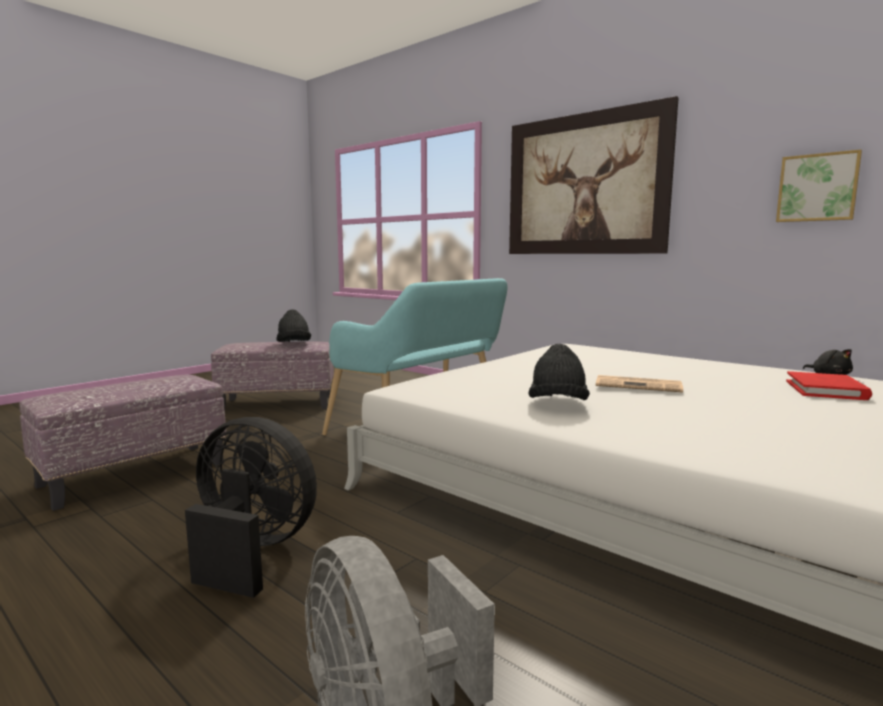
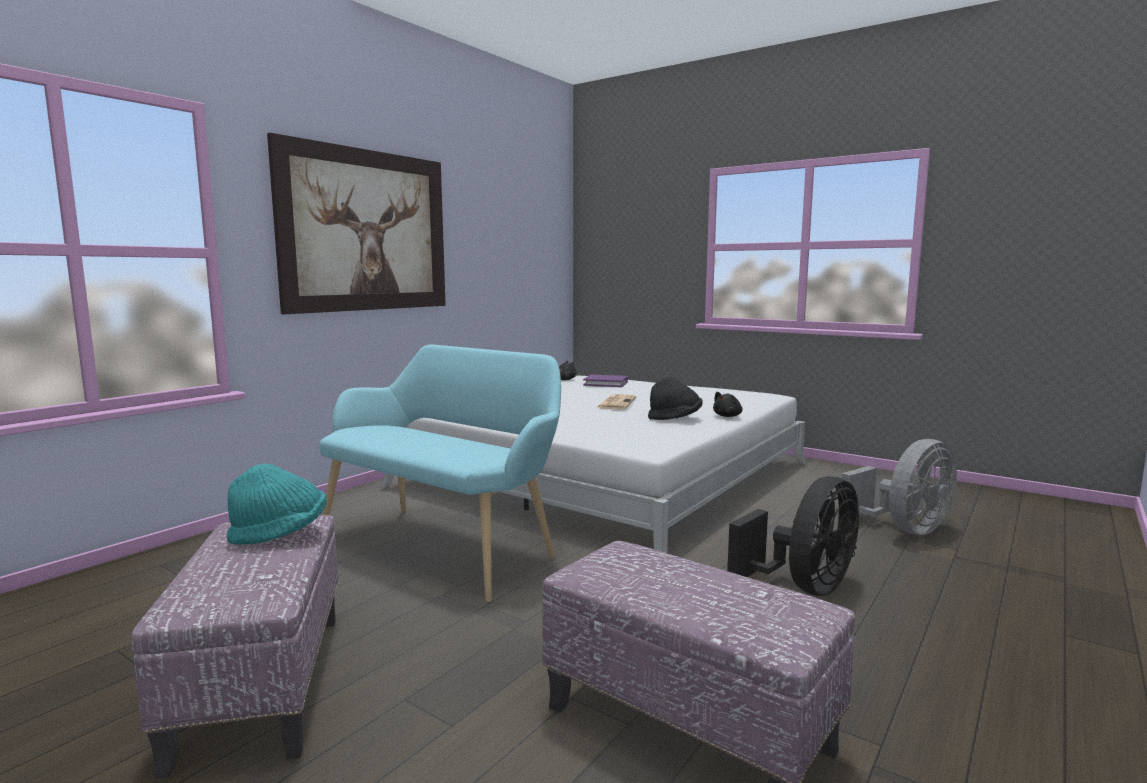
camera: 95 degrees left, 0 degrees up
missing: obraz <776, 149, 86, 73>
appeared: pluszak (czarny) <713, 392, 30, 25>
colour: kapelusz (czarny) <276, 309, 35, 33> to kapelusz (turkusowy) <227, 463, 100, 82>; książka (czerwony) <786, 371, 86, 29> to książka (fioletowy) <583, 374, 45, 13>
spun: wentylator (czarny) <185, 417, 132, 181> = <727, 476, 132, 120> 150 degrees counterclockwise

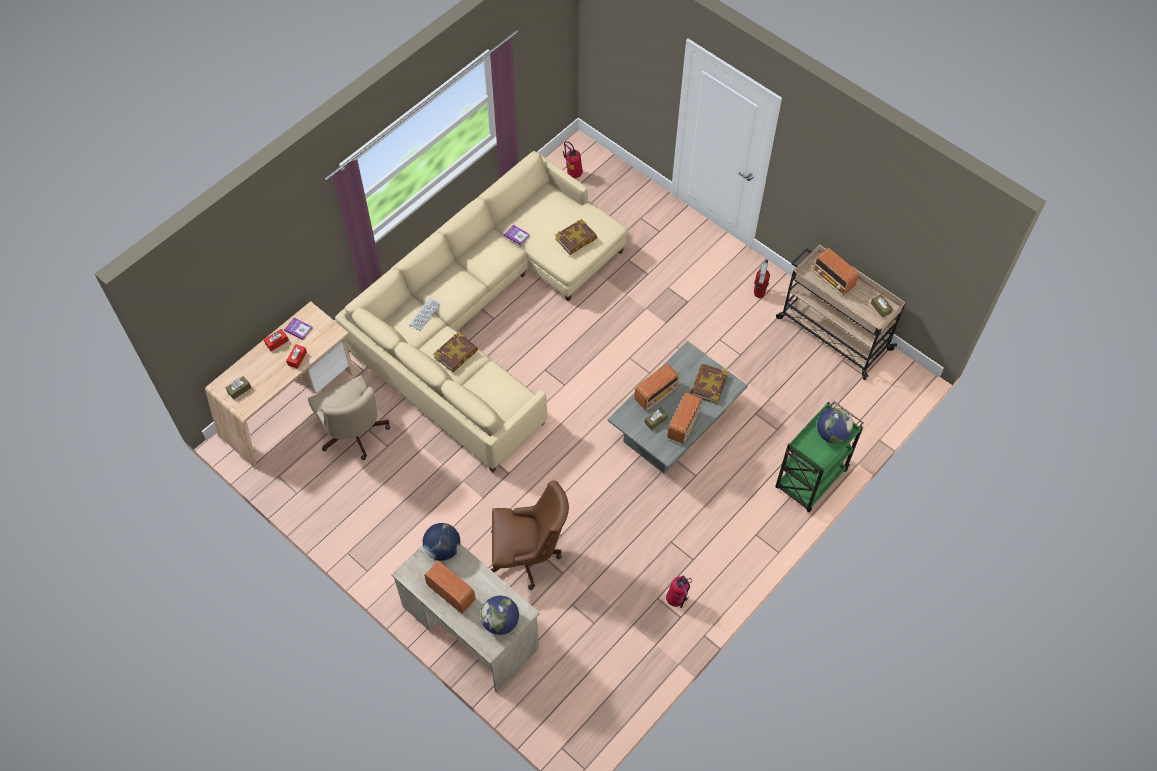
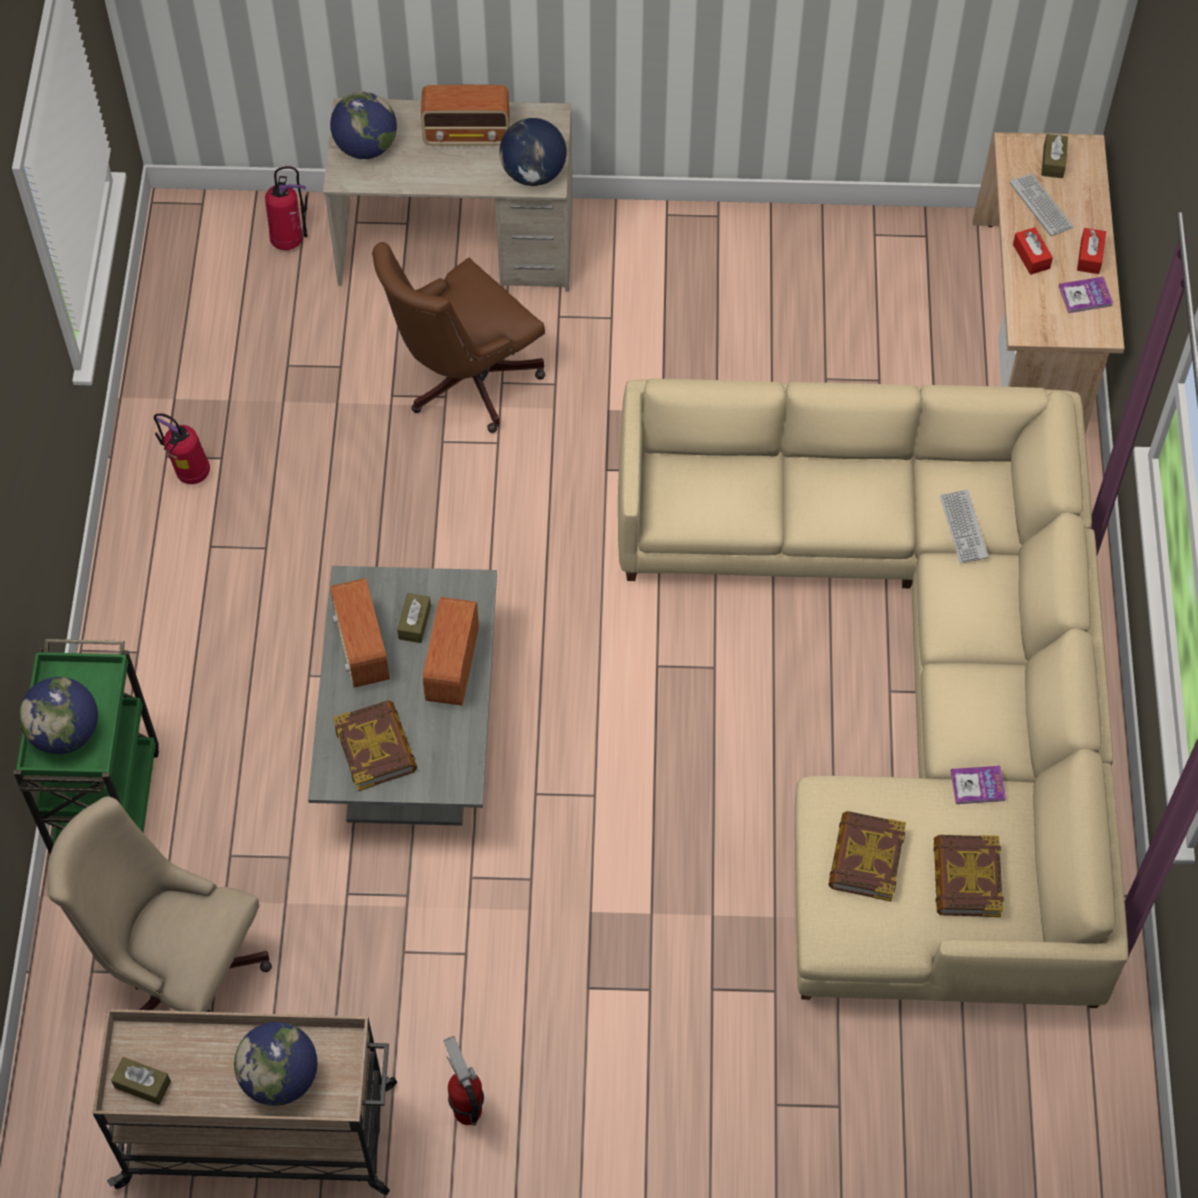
camera: 140 degrees right, 0 degrees up
appeared: klawiatura <1009, 173, 65, 63>
relocated: krzesło biurowe (beżowy) <308, 375, 83, 85> to <47, 796, 225, 216>; książka <433, 332, 45, 40> to <933, 835, 71, 82>; gaśnica <563, 141, 20, 37> to <265, 166, 43, 84>
exchanged: radio <813, 248, 46, 48> to globus <234, 1022, 84, 84>

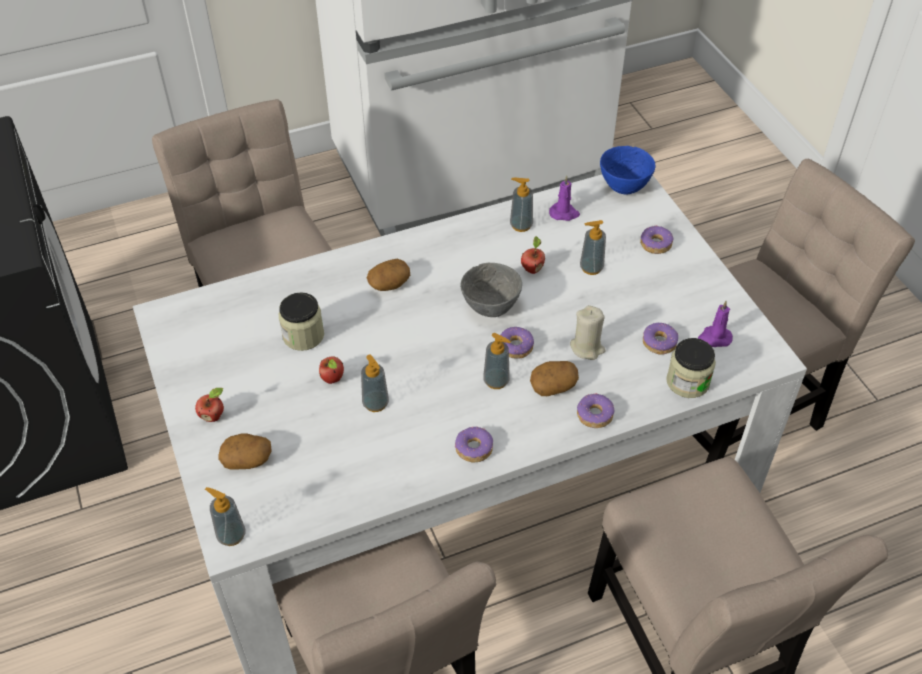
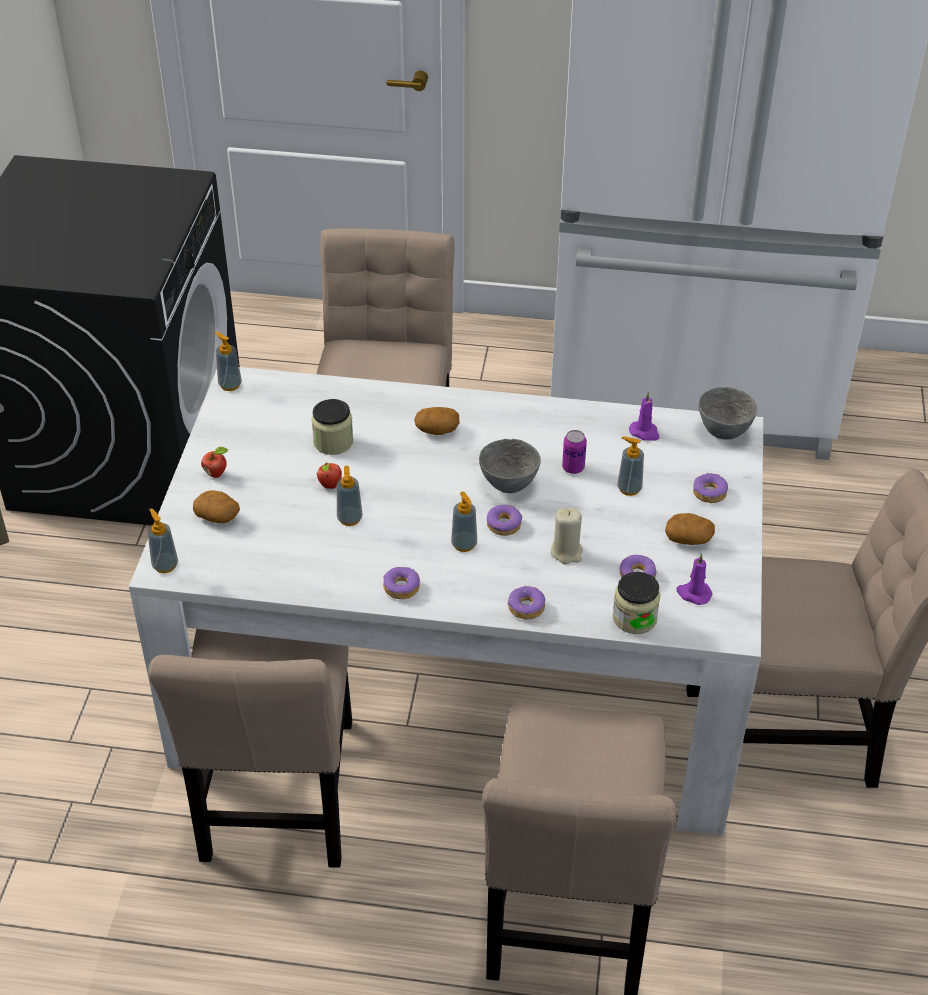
camera: 30 degrees right, 5 degrees down
relocated: dozownik mydła <510, 178, 23, 54> to <215, 332, 27, 59>; ziemniak <530, 361, 49, 35> to <665, 513, 50, 32>
exchanged: jabłko <521, 236, 24, 38> to puszka <562, 430, 25, 44>
colour: miska (niebieski) <600, 146, 56, 49> to miska (szary) <699, 387, 58, 53>

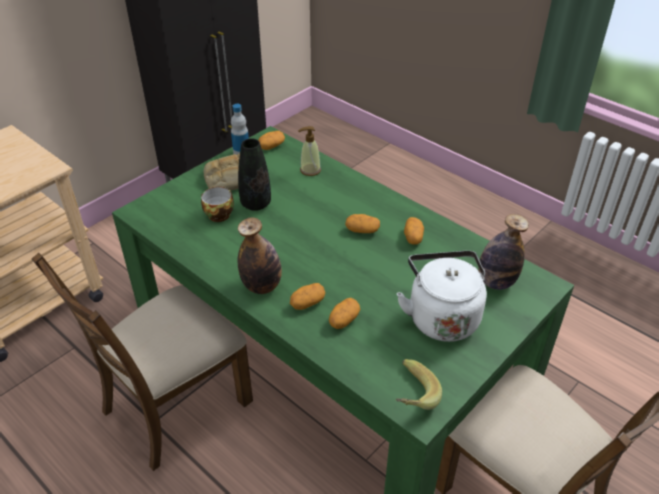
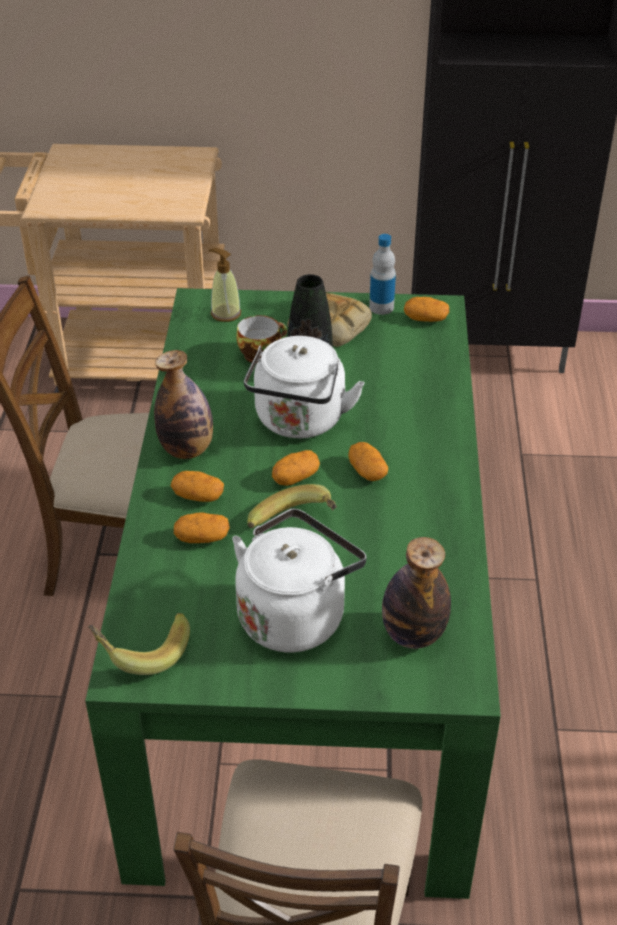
camera: 50 degrees right, 0 degrees up
appeared: czajnik (biały) <244, 336, 121, 102>; banan <247, 484, 90, 44>
relocated: dozownik mydła <298, 126, 23, 50> to <209, 248, 32, 74>; ziemniak <404, 217, 20, 28> to <272, 450, 48, 36>

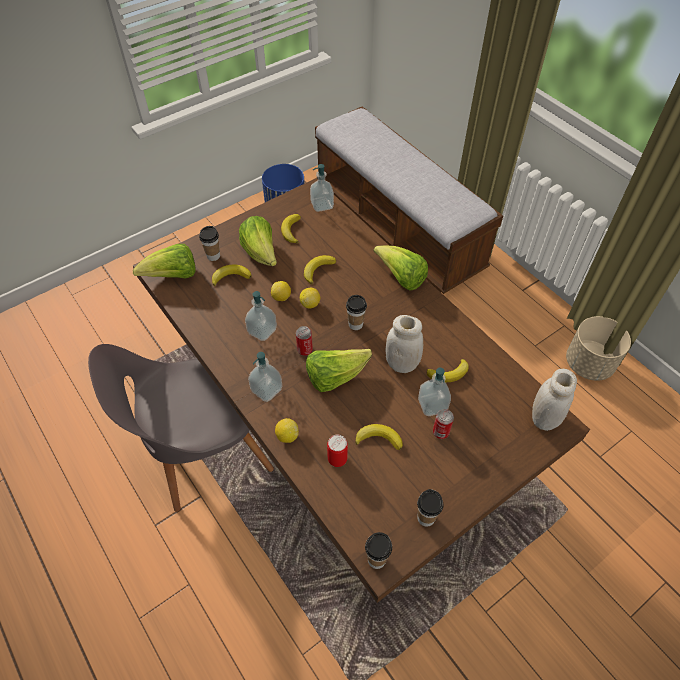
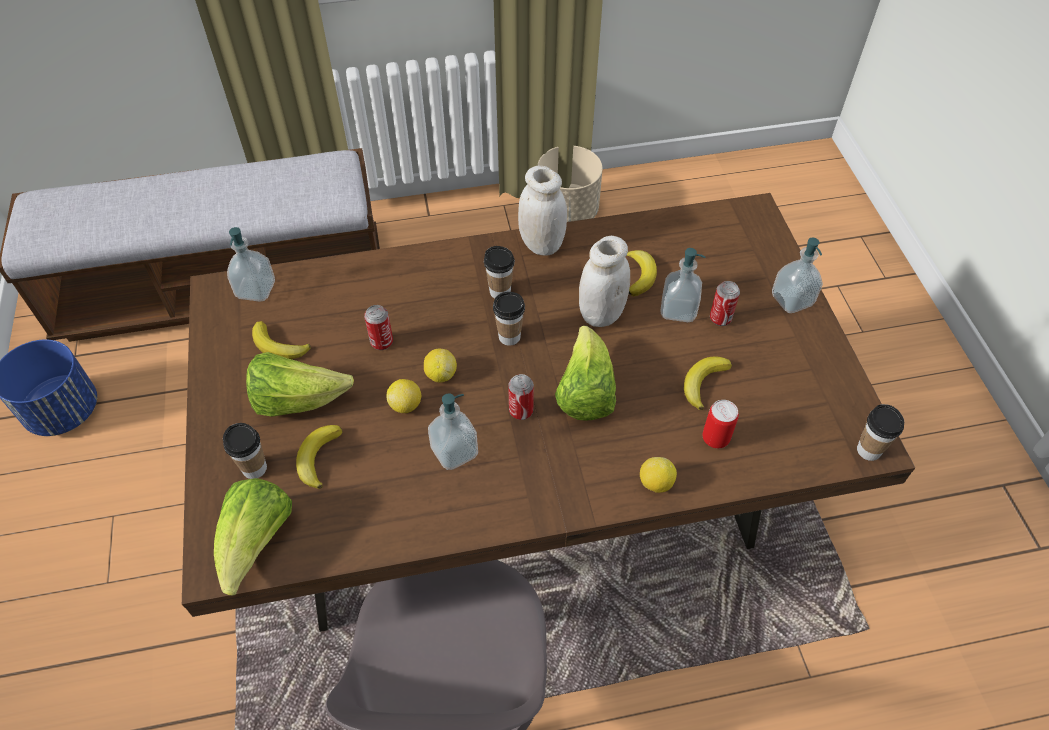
camera: 65 degrees left, 0 degrees up
missing: sałata <374, 246, 54, 44>
relocated: dozownik mydła <248, 352, 34, 50> to <772, 237, 51, 76>; filiżanka <417, 489, 26, 38> to <484, 246, 31, 52>; słoik (biały) <532, 369, 45, 62> to <518, 166, 49, 90>
exchanged: banan <304, 255, 32, 29> to puszka <364, 305, 29, 45>

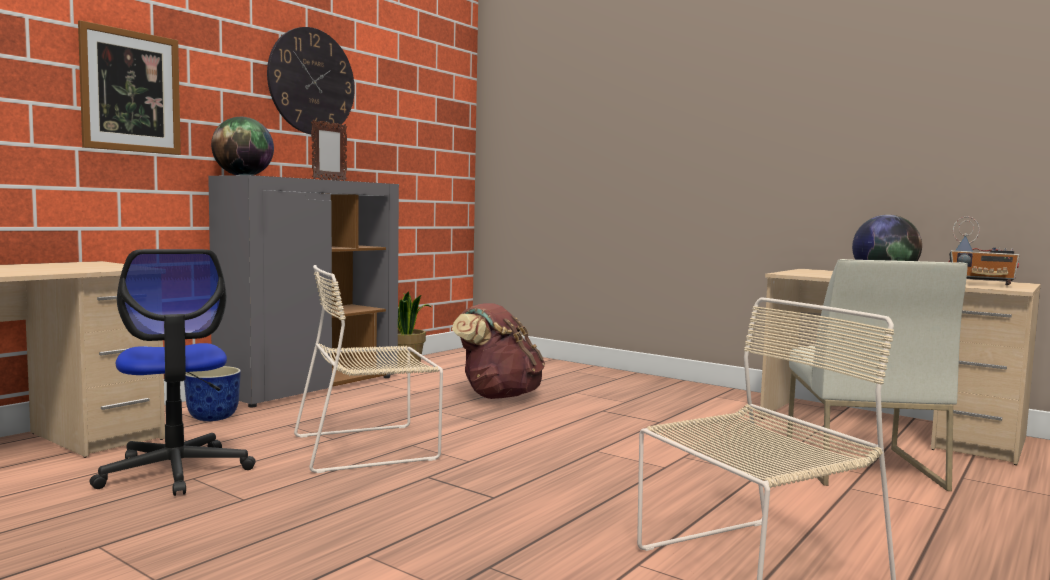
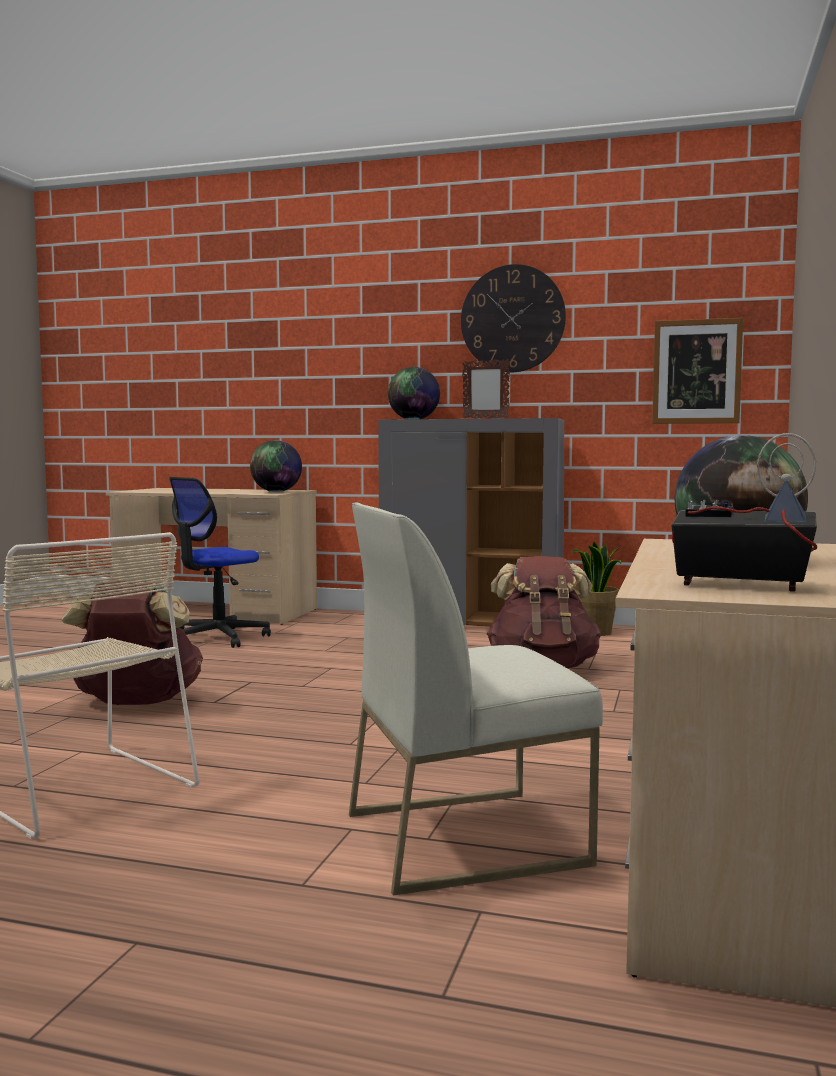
camera: 70 degrees right, 0 degrees up
missing: donica <184, 366, 57, 55>; krzesło (beżowy) <294, 265, 149, 208>
appeared: plecak (brązowy) <61, 581, 142, 124>; globus <250, 440, 52, 52>
relocated: obraz <78, 20, 103, 135> to <652, 318, 91, 106>
spun: radio <948, 216, 71, 69> = <672, 433, 145, 159> 105 degrees clockwise

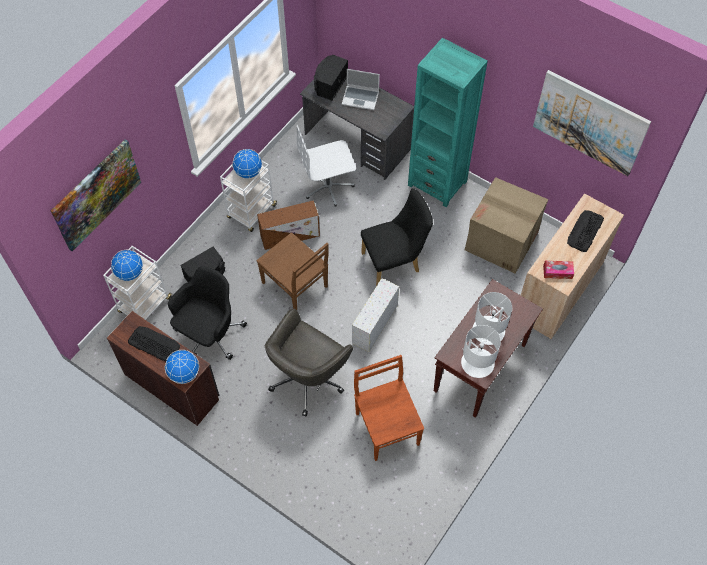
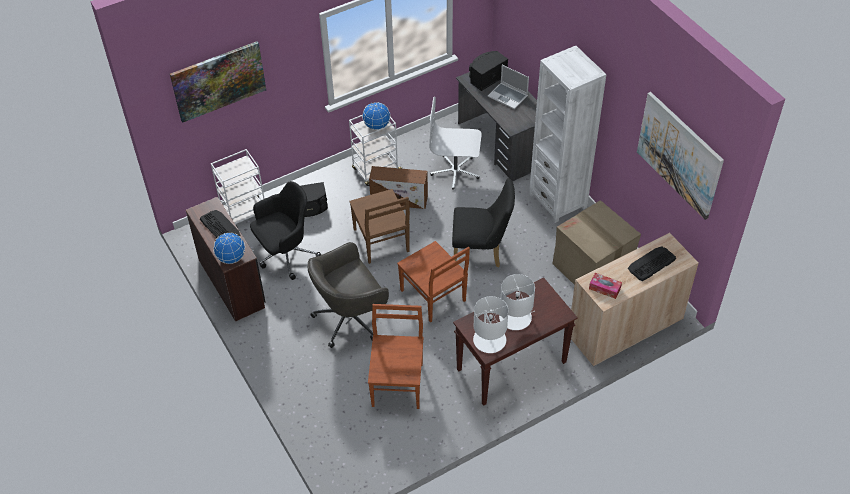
camera: 25 degrees right, 10 degrees down
missing: globus <111, 250, 32, 31>
exchanged: pojemnik do przechowywania (biały) <352, 278, 47, 74> to krzesło (brązowy) <397, 241, 73, 82>
colour: regał (turkusowy) <408, 38, 80, 169> to regał (biały) <529, 46, 77, 177>

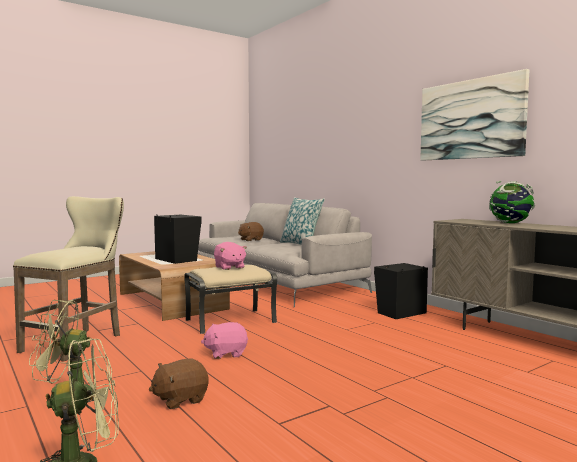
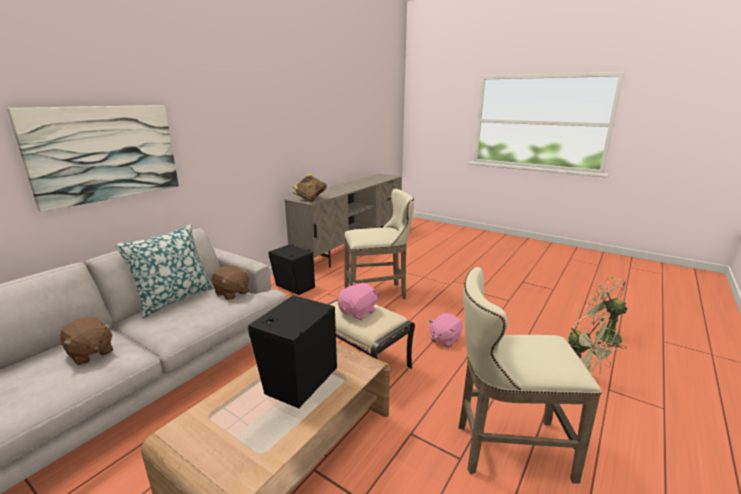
camera: 110 degrees left, 15 degrees up
missing: globus <489, 181, 47, 42>
appeared: książka <293, 173, 34, 29>; stołek (beżowy) <344, 189, 70, 110>
relocated: pluszak (brązowy) <149, 358, 60, 51> to <211, 266, 38, 34>; obraz <420, 69, 109, 92> to <7, 105, 172, 107>
spun: pluszak (różowy) <201, 322, 47, 37> = <429, 313, 34, 34> 75 degrees clockwise

